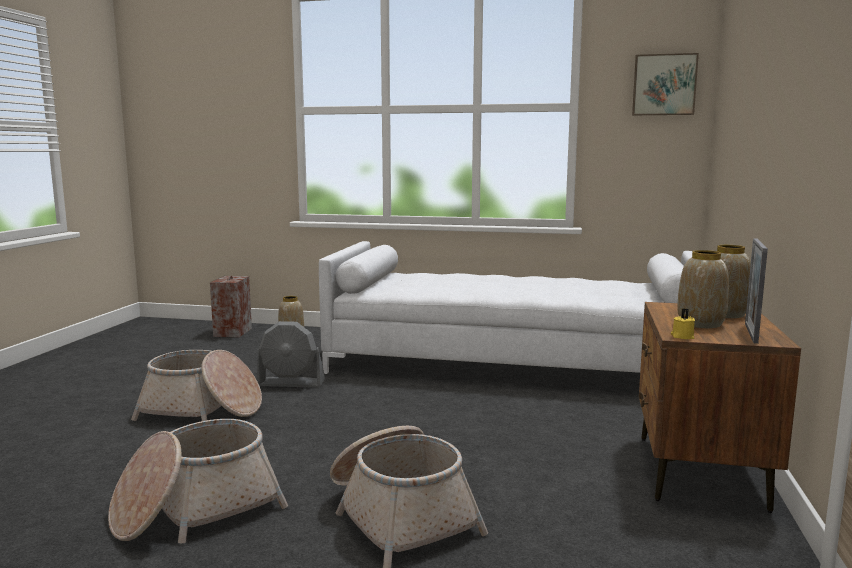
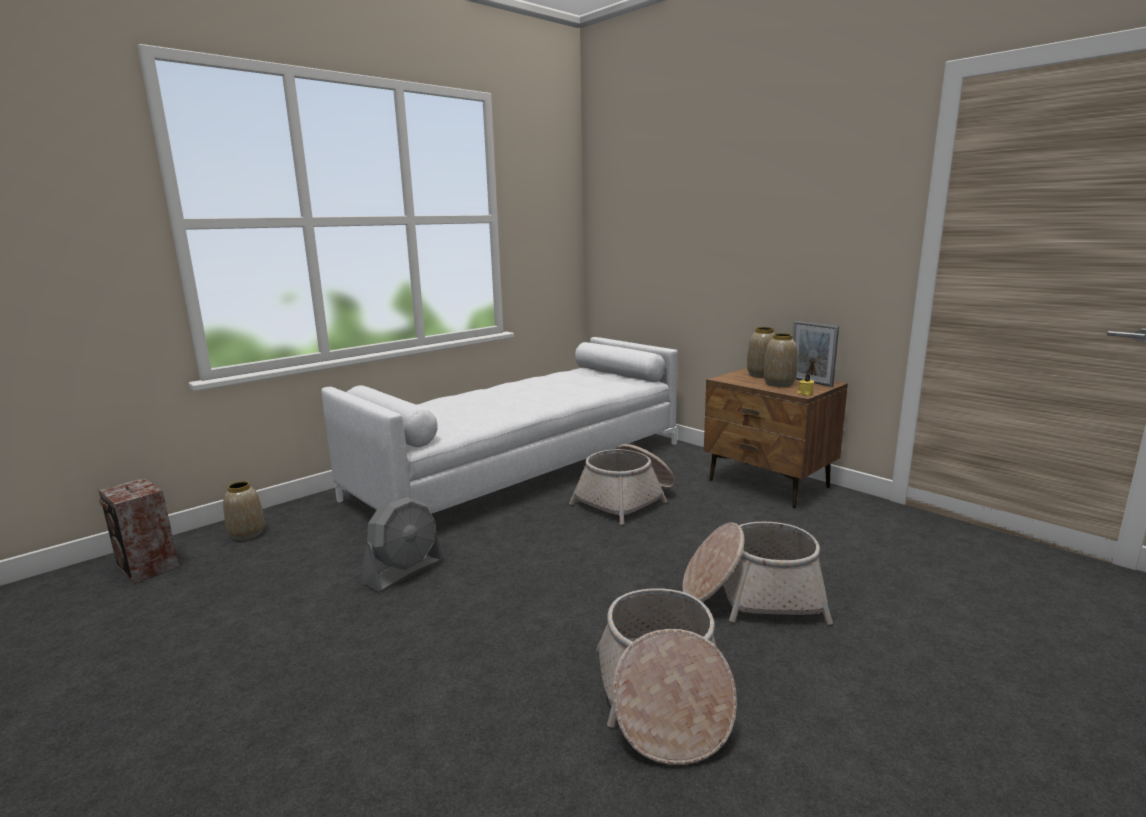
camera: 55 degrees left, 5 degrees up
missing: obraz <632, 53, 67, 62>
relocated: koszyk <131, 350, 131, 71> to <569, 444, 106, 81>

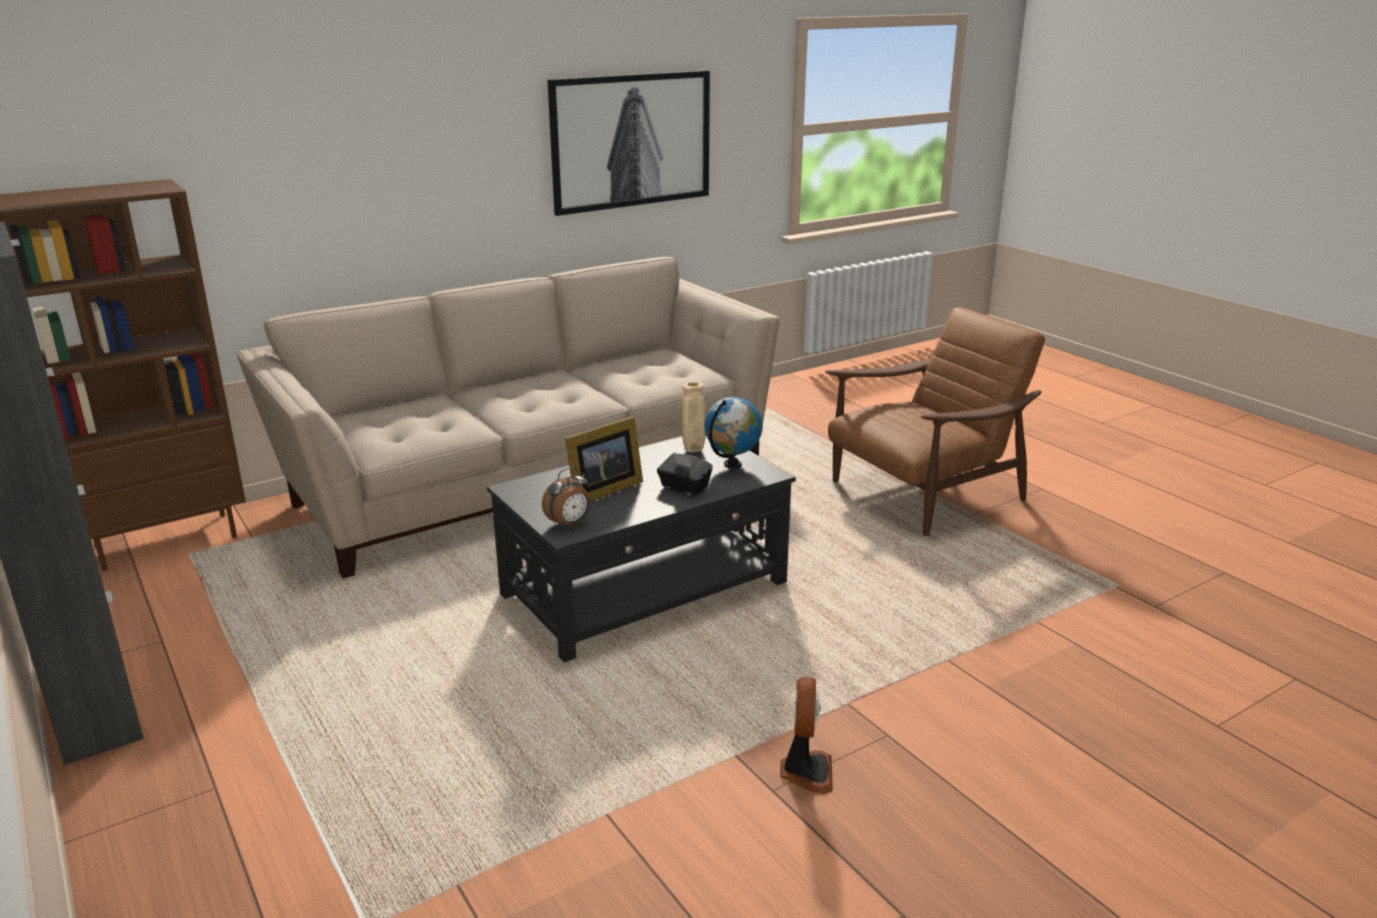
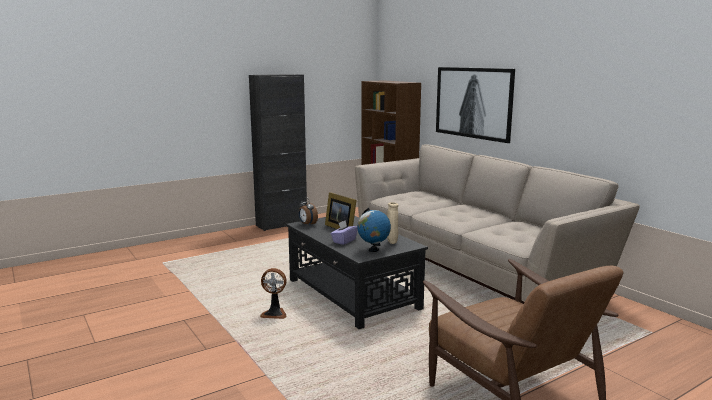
camera: 90 degrees right, 10 degrees down
relocated: obraz <548, 70, 162, 146> to <436, 67, 79, 76>; wentylator <780, 677, 53, 117> to <260, 268, 27, 51>
colour: pudełko chusteczek (czarny) <657, 452, 56, 44> to pudełko chusteczek (fioletowy) <331, 220, 27, 25>

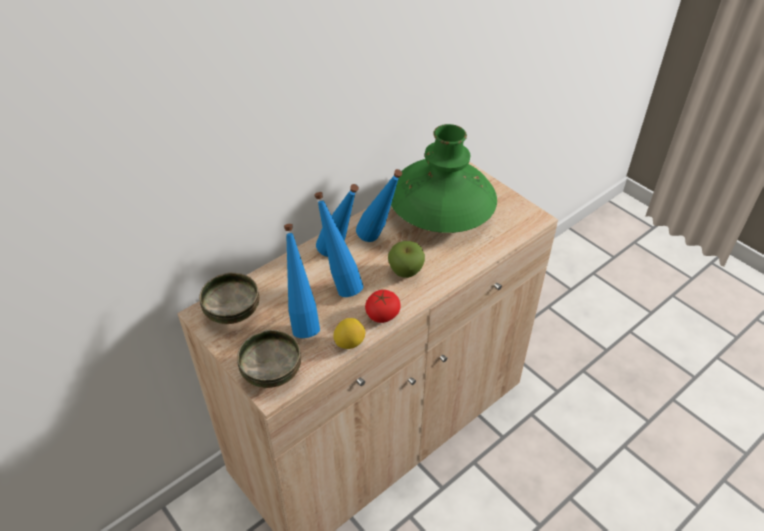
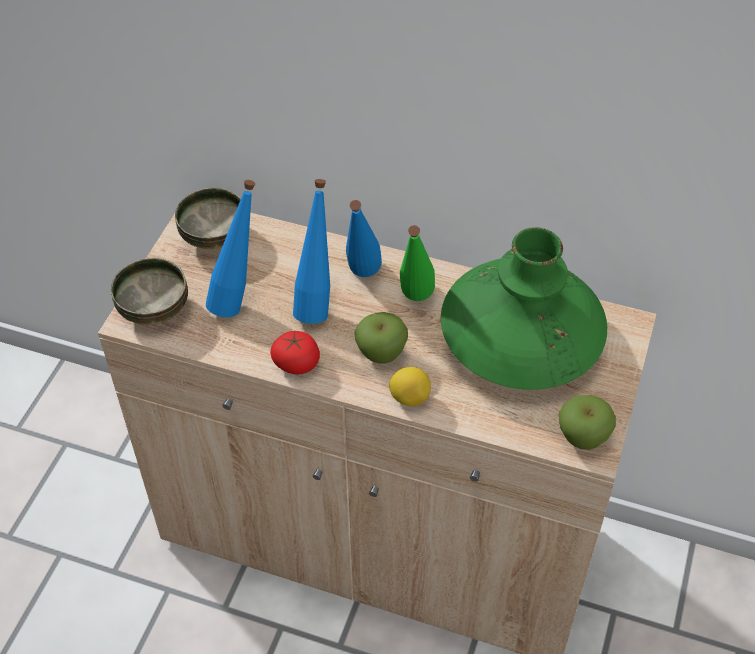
camera: 60 degrees right, 5 degrees up
appeared: jabłko <559, 395, 57, 55>
relocated: cytryna <333, 318, 32, 31> to <389, 367, 42, 39>
colour: butelka (niebieski) <356, 169, 46, 73> to butelka (zielony) <400, 225, 35, 76>

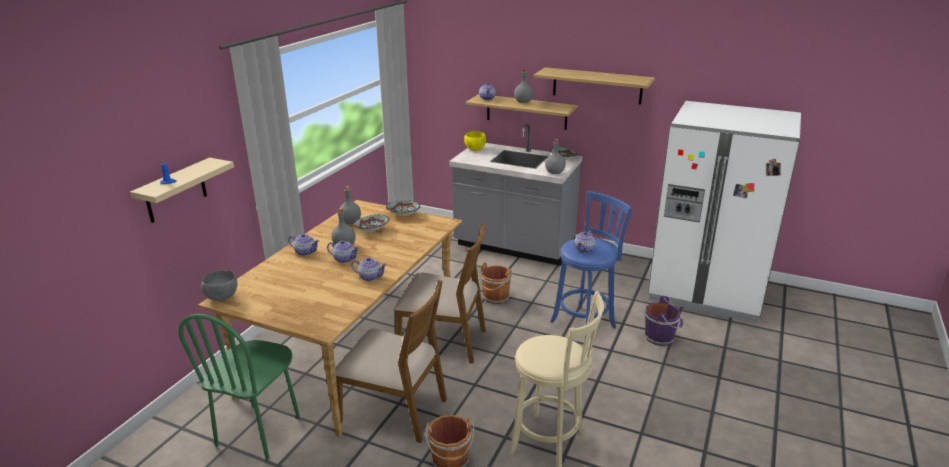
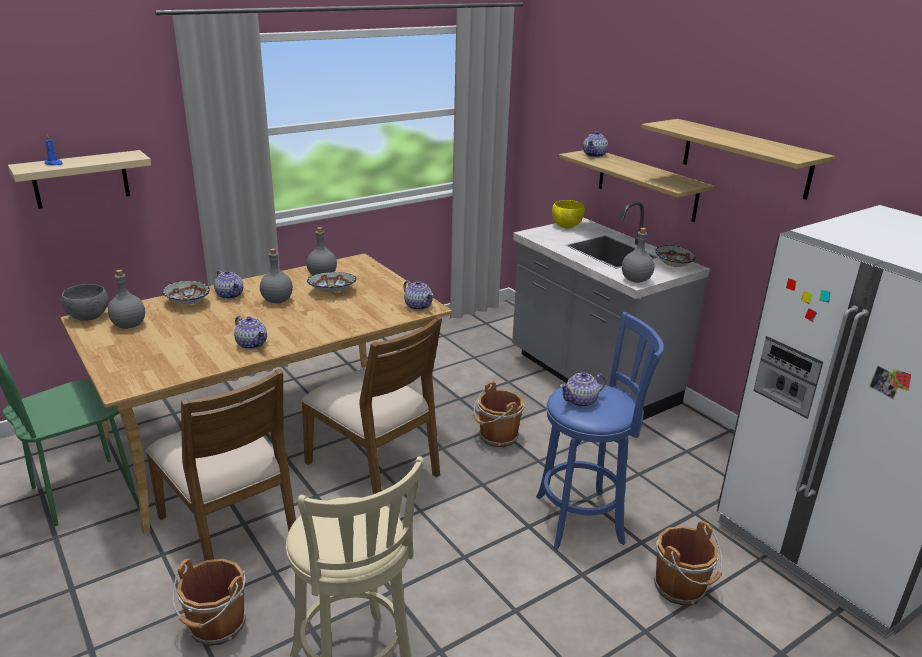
camera: 30 degrees right, 0 degrees up
relocated: imbryk <327, 240, 32, 23> to <403, 280, 31, 30>; miska <386, 200, 34, 15> to <162, 281, 48, 23>; butelka (szary) <514, 69, 19, 34> to <108, 270, 37, 59>
colour: wiadro (fioletowy) <645, 296, 38, 50> to wiadro (brązowy) <653, 521, 69, 85>

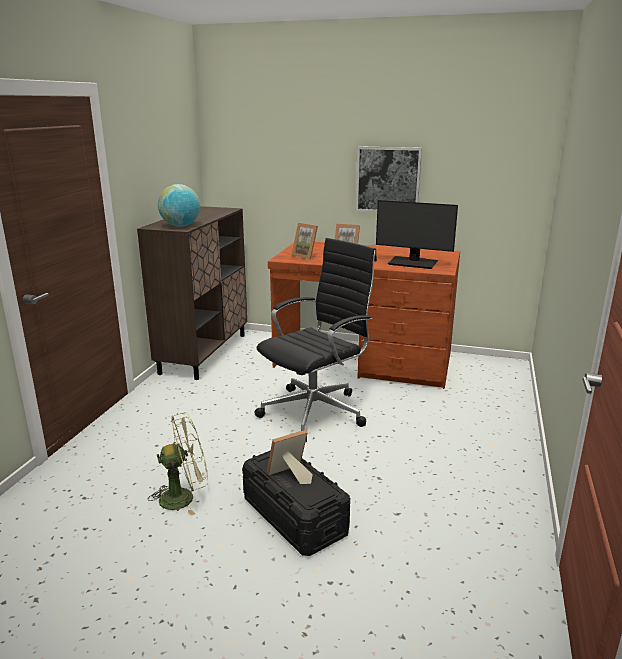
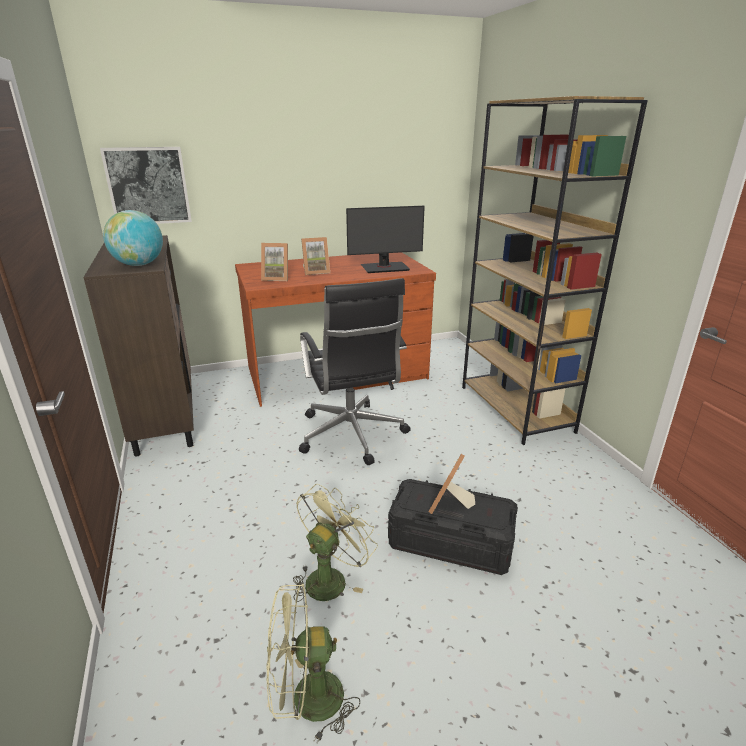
camera: 35 degrees left, 5 degrees up
appeared: wentylator (zielony) <267, 582, 93, 161>; regał (brązowy) <462, 96, 186, 349>
relocated: obraz <356, 146, 66, 66> to <100, 147, 92, 77>
spun: krzesło biurowe (czarny) <254, 238, 123, 204> = <299, 278, 111, 187> 150 degrees clockwise

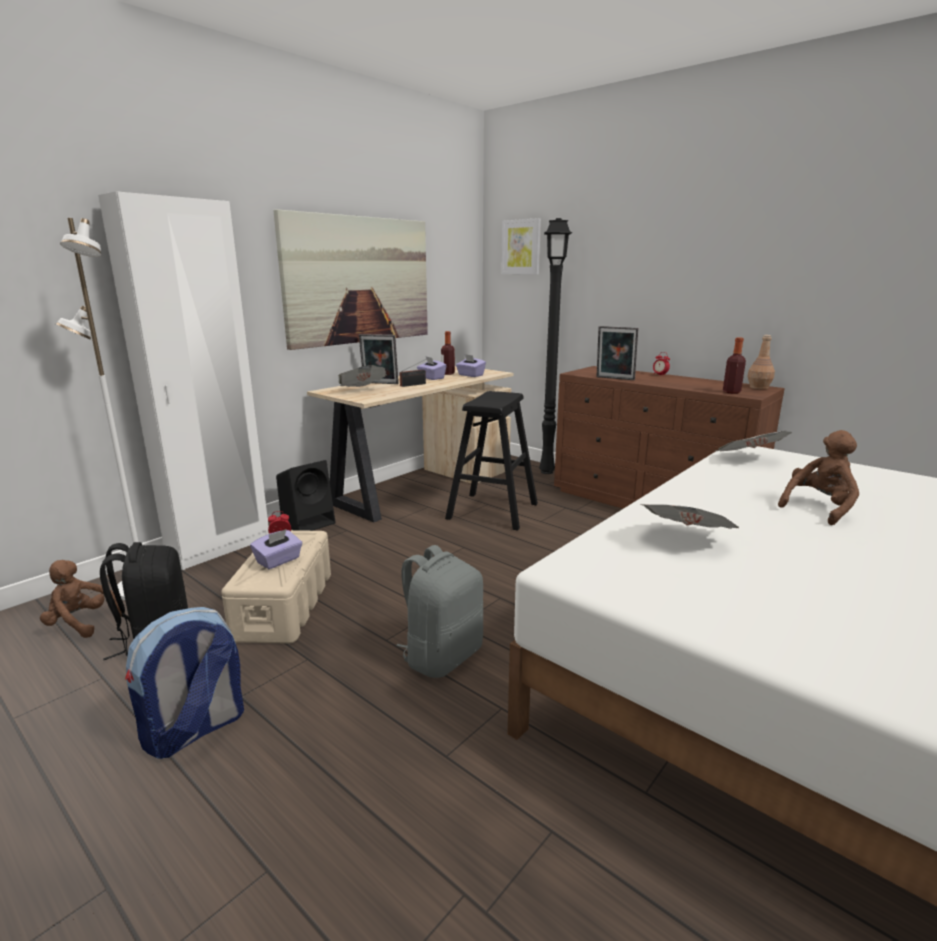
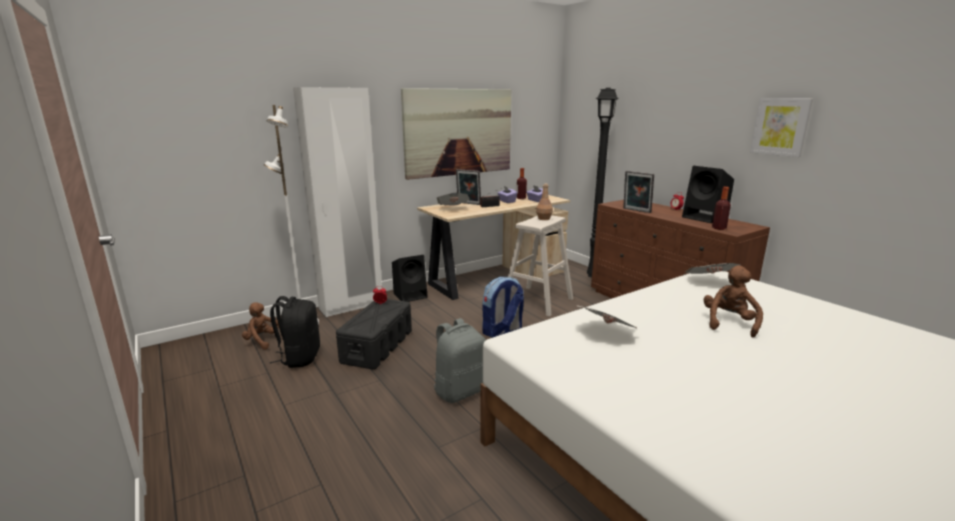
camera: 15 degrees right, 0 degrees up
missing: pudełko chusteczek (fioletowy) <250, 529, 52, 40>
appeared: głośnik (czarny) <682, 166, 52, 57>
relocated: plecak <125, 607, 119, 152> to <482, 277, 42, 61>; obraz <501, 218, 40, 57> to <750, 98, 63, 59>; butelka (brązowy) <748, 335, 27, 54> to <536, 184, 17, 36>
colour: pojemnik do przechowywania (beżowy) <221, 530, 110, 114> to pojemnik do przechowywania (czarny) <336, 299, 76, 70>; stołek (czarny) <445, 391, 93, 139> to stołek (beżowy) <508, 215, 66, 102>
spun: pluszak (brązowy) <778, 430, 81, 95> = <704, 265, 59, 73> 45 degrees counterclockwise

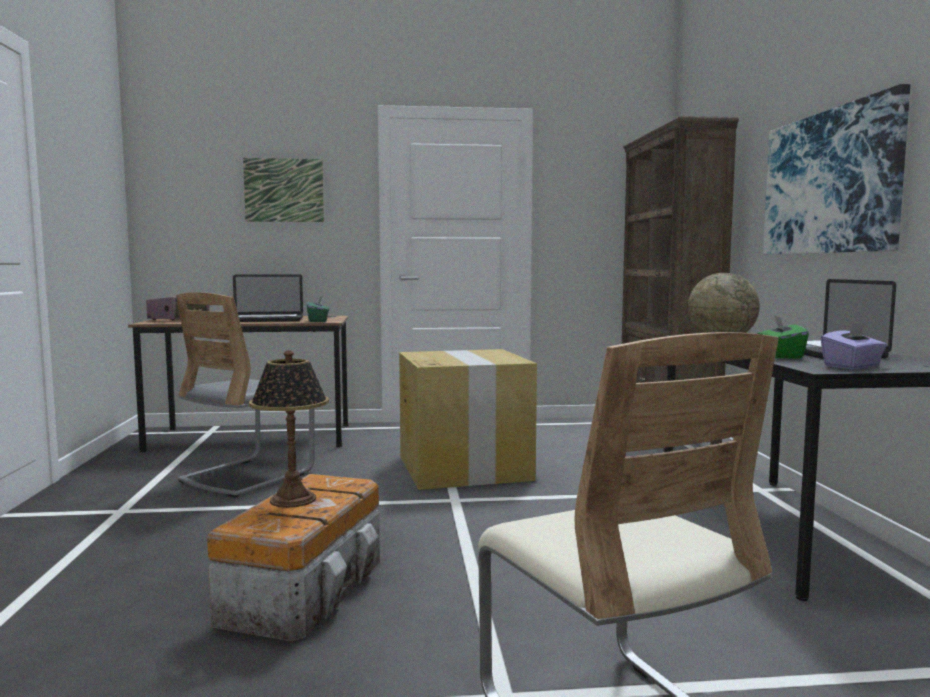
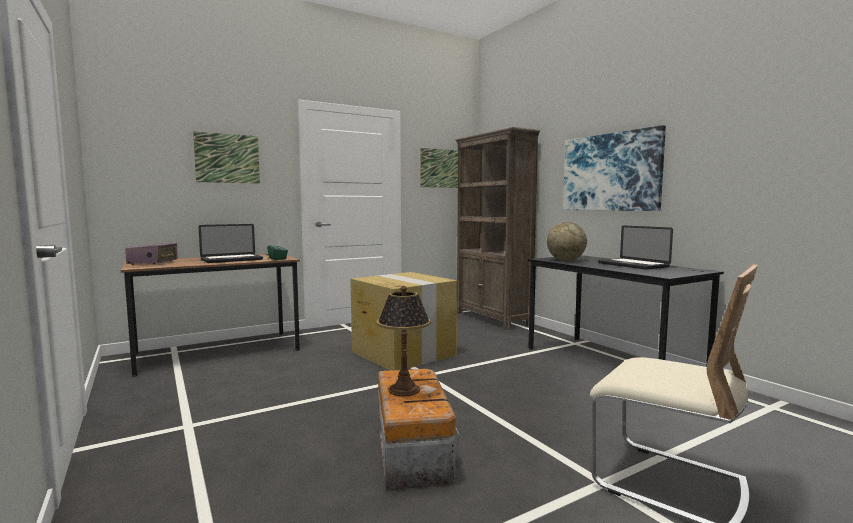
camera: 25 degrees left, 0 degrees up
missing: krzesło (szary) <176, 292, 138, 206>; pudełko chusteczek (zielony) <757, 315, 52, 44>; pudełko chusteczek (fioletowy) <821, 322, 66, 47>
appeared: obraz <420, 148, 38, 40>

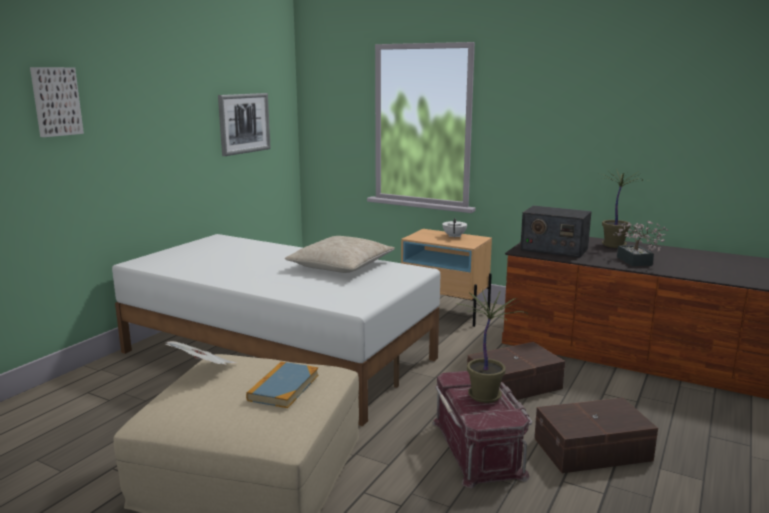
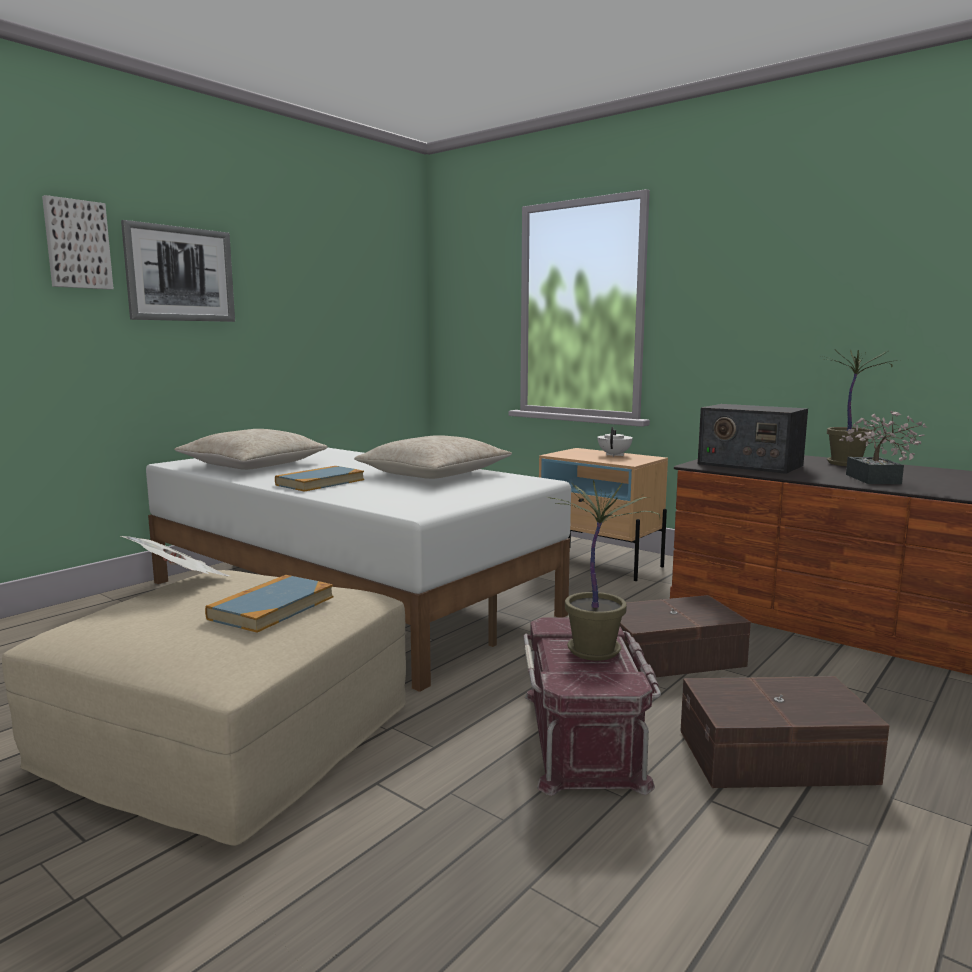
camera: 10 degrees right, 5 degrees down
appeared: poduszka (beżowy) <174, 429, 154, 41>; książka <275, 466, 89, 26>
relocated: obraz <218, 93, 53, 63> to <121, 220, 114, 102>

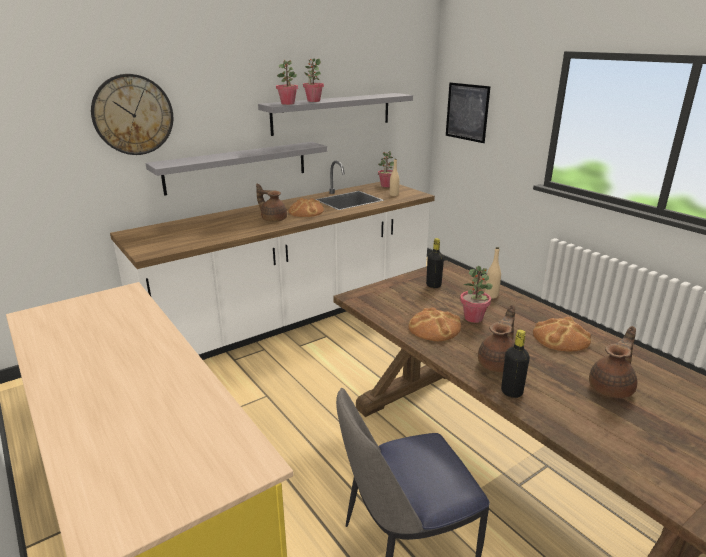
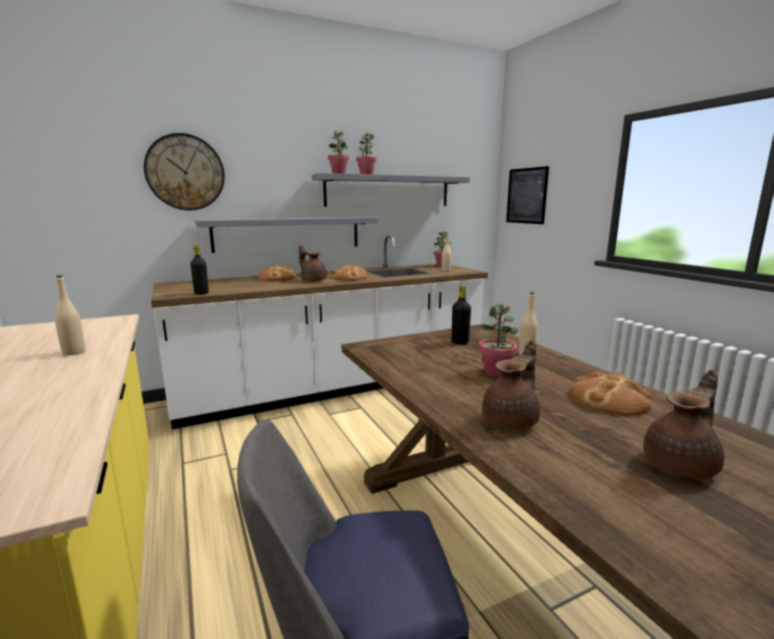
camera: 10 degrees right, 10 degrees down
appeared: butelka (beżowy) <55, 275, 30, 80>
relocated: chleb <408, 307, 53, 34> to <259, 265, 37, 16>; butelka (czarny) <501, 330, 29, 68> to <190, 244, 19, 51>

